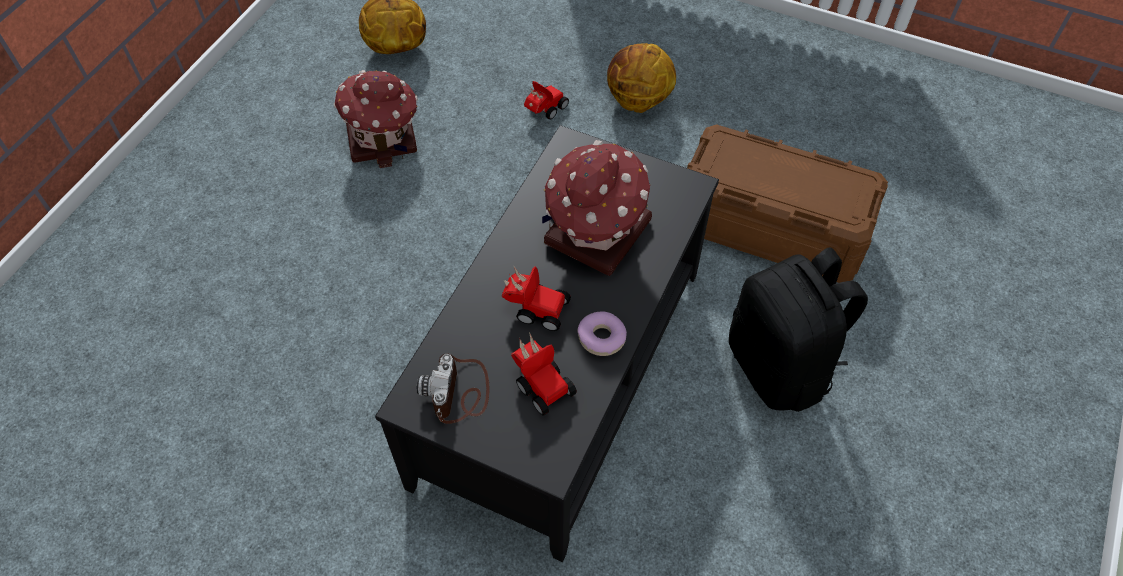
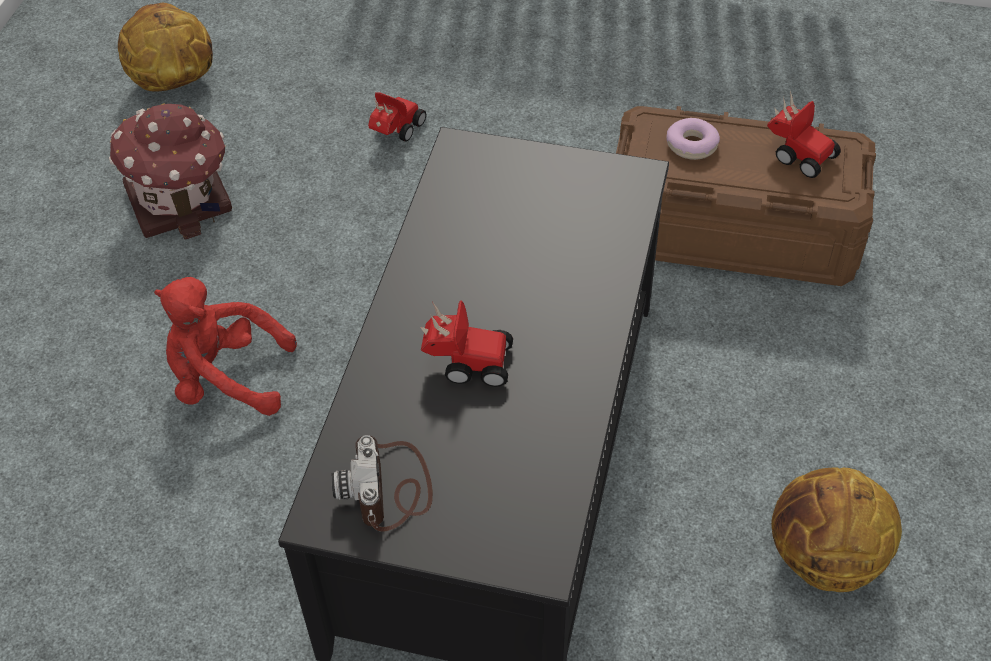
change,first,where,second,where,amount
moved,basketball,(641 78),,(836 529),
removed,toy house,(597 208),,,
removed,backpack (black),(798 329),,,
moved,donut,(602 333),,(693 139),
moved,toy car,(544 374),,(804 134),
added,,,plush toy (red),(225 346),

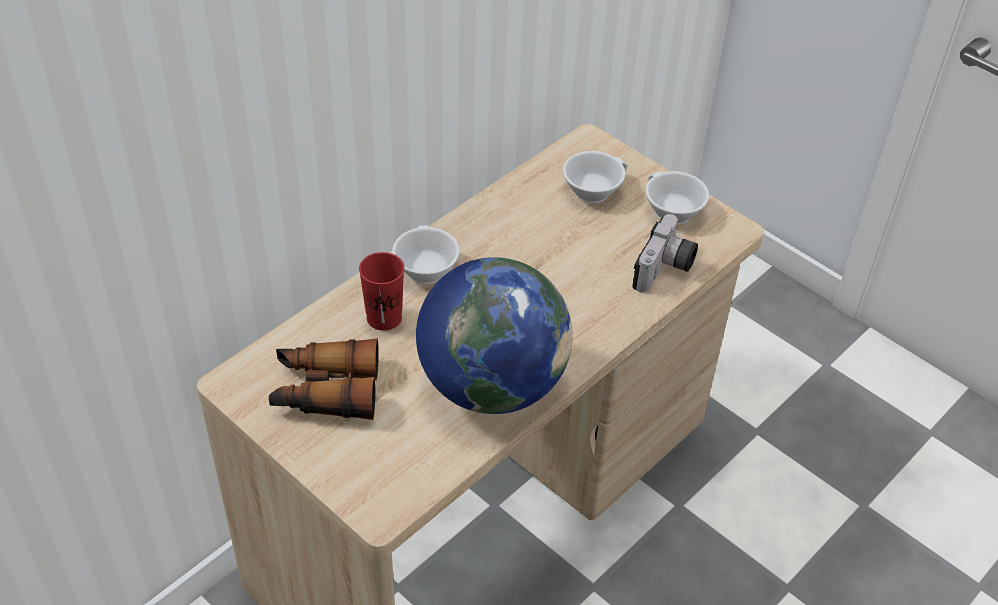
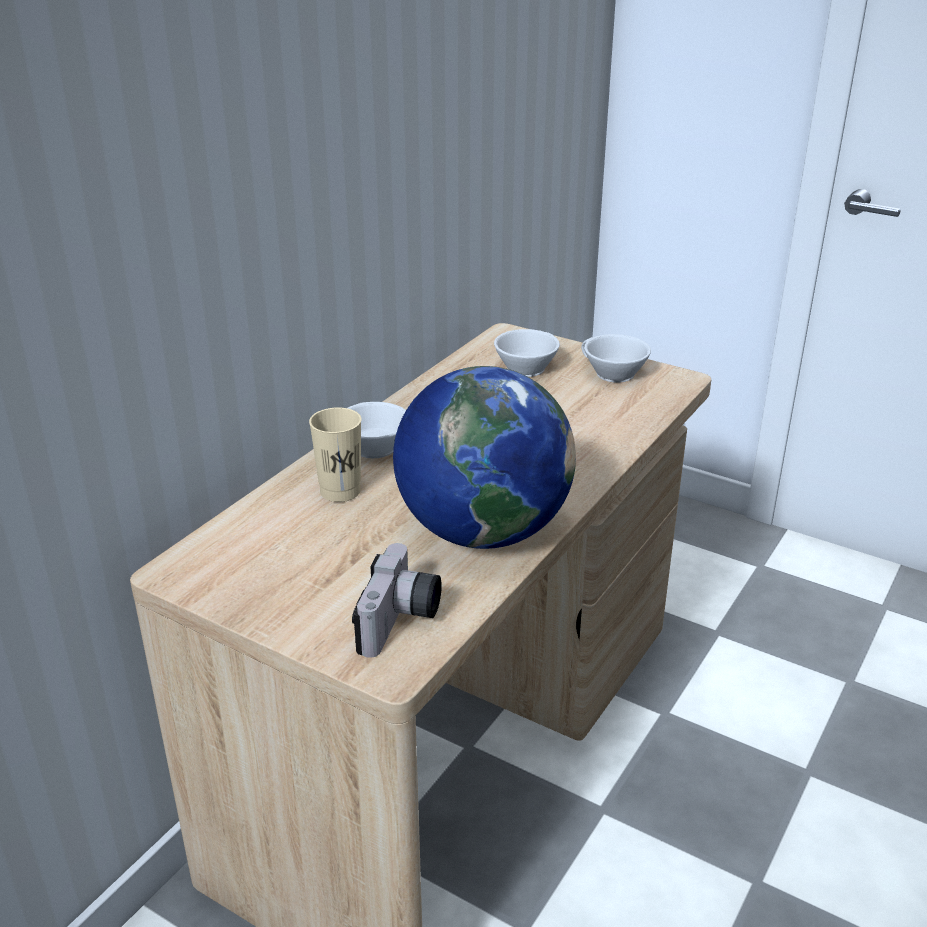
change,first,where,second,where,amount
moved,photo camera,(665 253),,(397 600),
recoloured,cup (red),(381 291),cup (beige),(335 454),
removed,binoculars,(323 379),,,

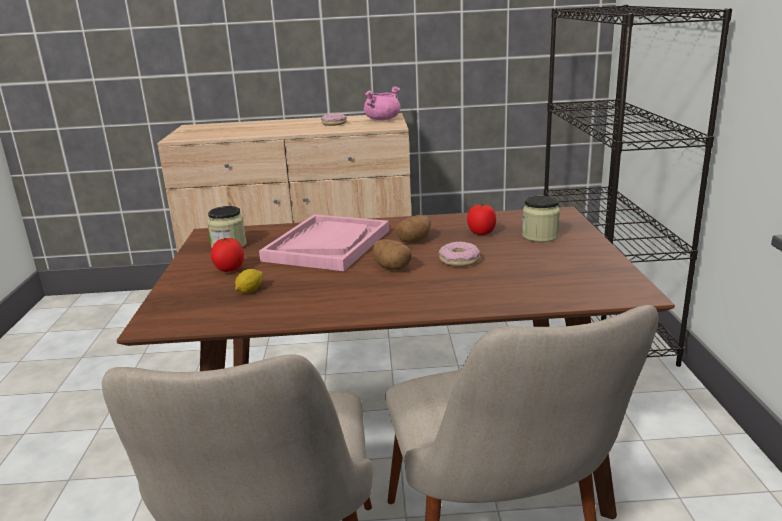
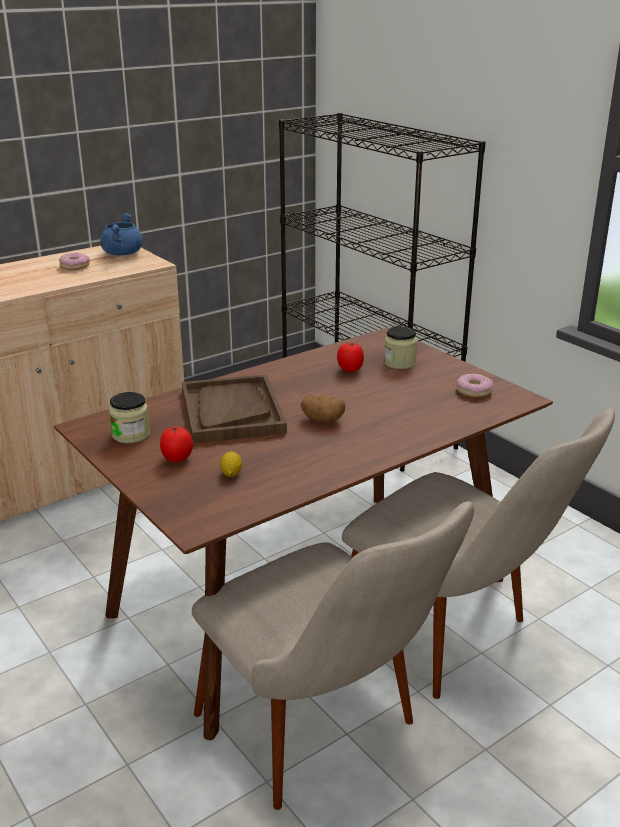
change,first,where,second,where,amount
recoloured,cooking pot (pink),(382 103),cooking pot (blue),(121 234),
recoloured,tray (pink),(324 242),tray (brown),(234 408),
removed,potato,(413 229),,,
moved,donut,(459 254),,(475 385),

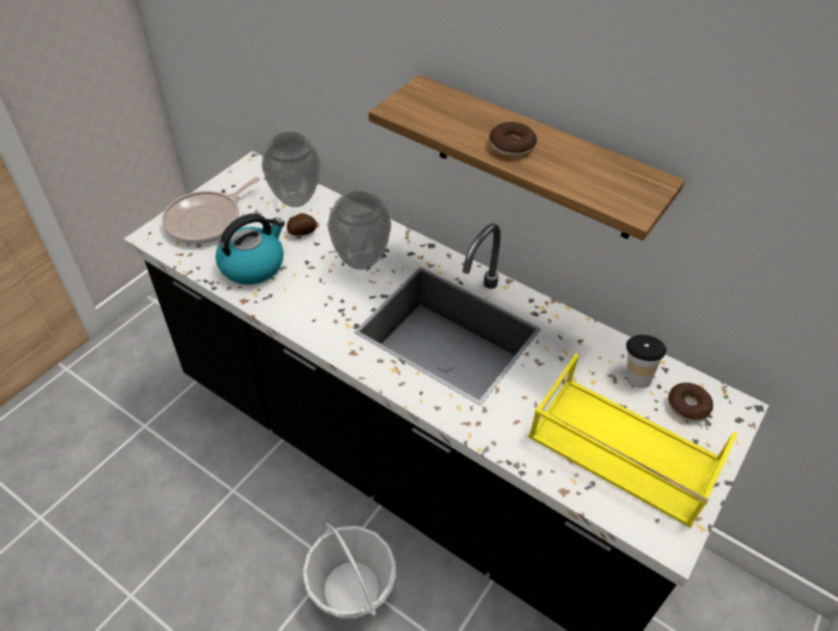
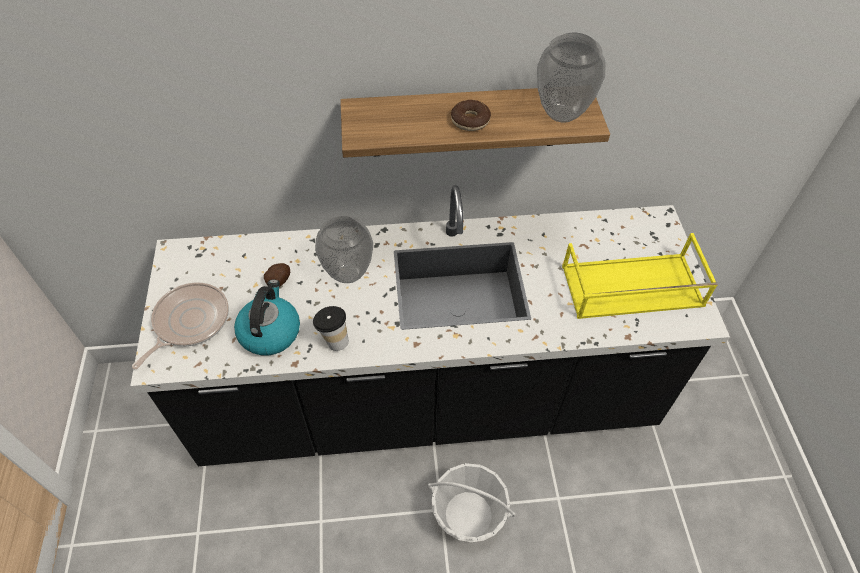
change,first,where,second,where,amount
moved,vase,(291 169),,(571 78),
turned,frying pan,(211 210),,(180 326),150 degrees counterclockwise
moved,cup,(646 361),,(331 328),
removed,donut,(690 402),,,

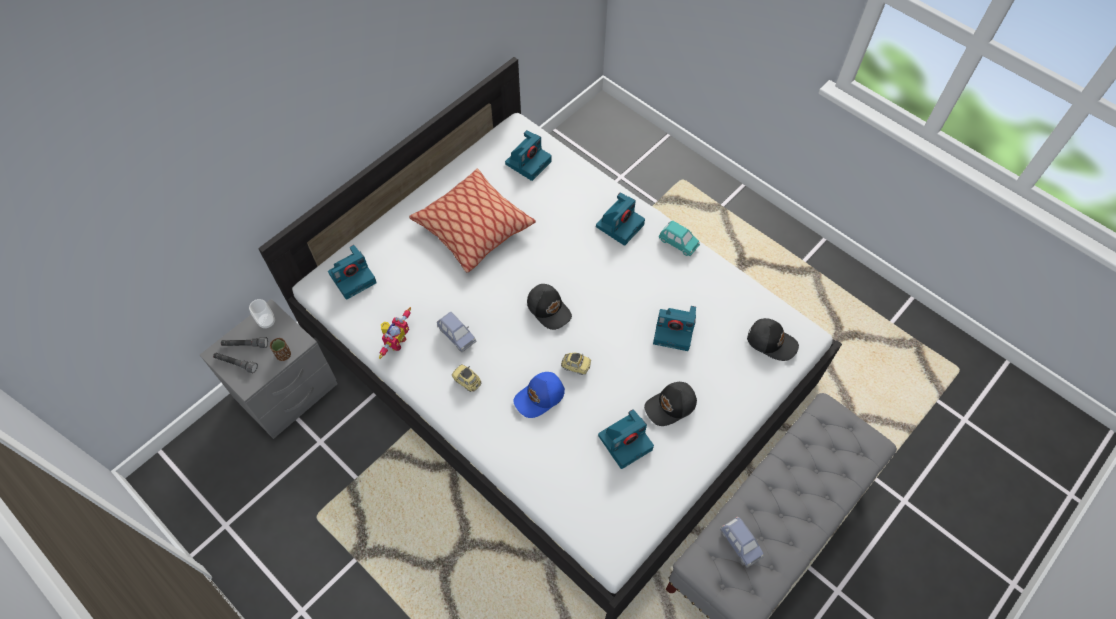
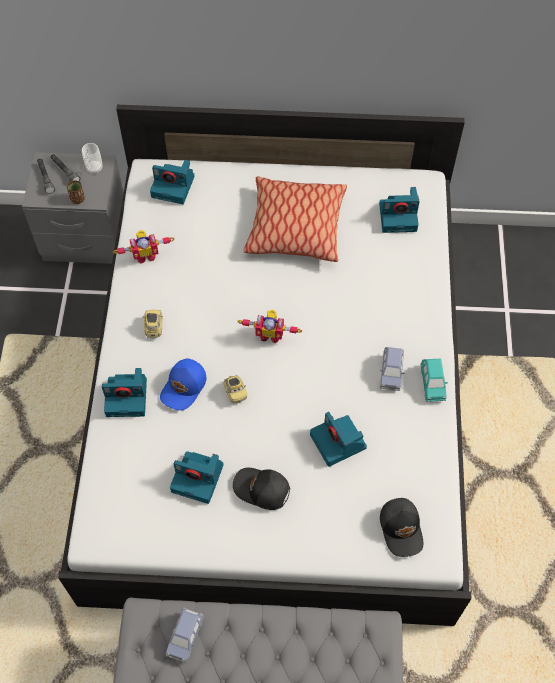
change,first,where,second,where,amount
moved,photo camera,(620 219),,(124 392),
replaced,cap (black),(549 307),toy robot,(270 326),
moved,toy car (blue),(457 332),,(392 369),
turned,cap (blue),(539 395),,(183 385),75 degrees counterclockwise

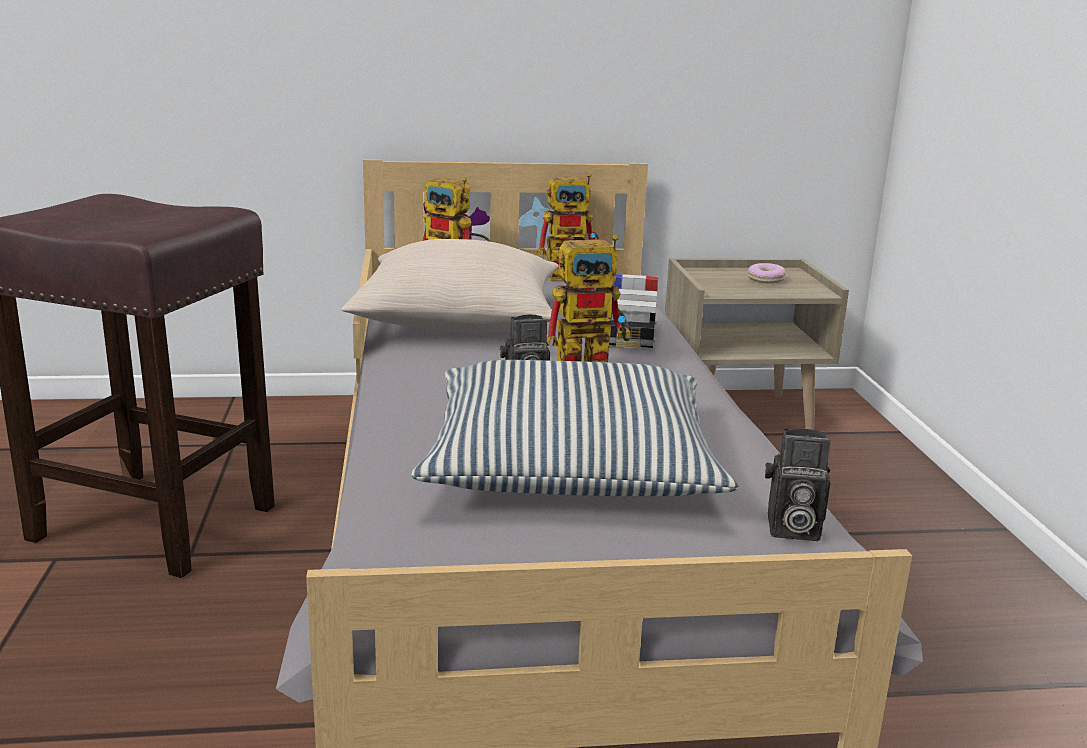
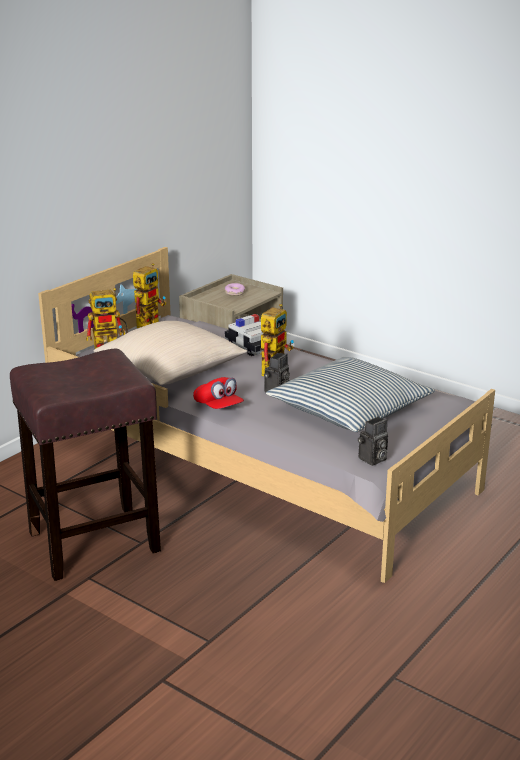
change,first,where,second,where,amount
moved,photo camera,(798 485),,(373 441),
added,,,cap (red),(218 393),

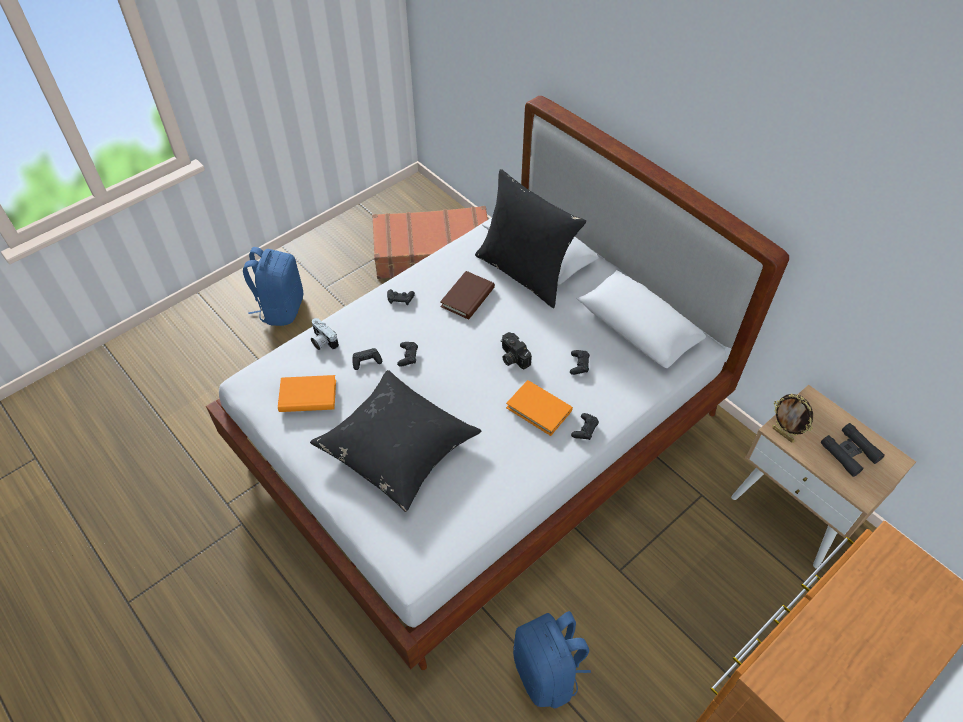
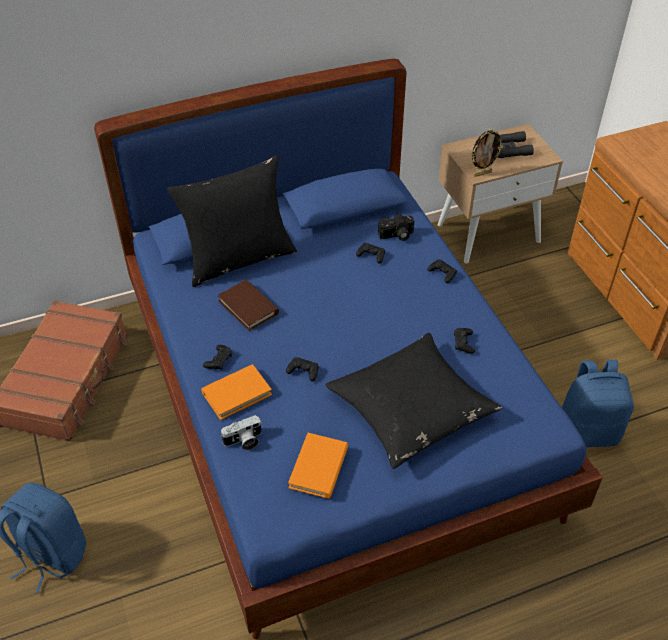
change,first,where,second,where,amount
recoloured,bed (white),(497 383),bed (blue),(348 348),
moved,photo camera,(516 350),,(396 227),
moved,game controller (black),(367 359),,(464 341),
moved,book (orange),(539 408),,(236 392),

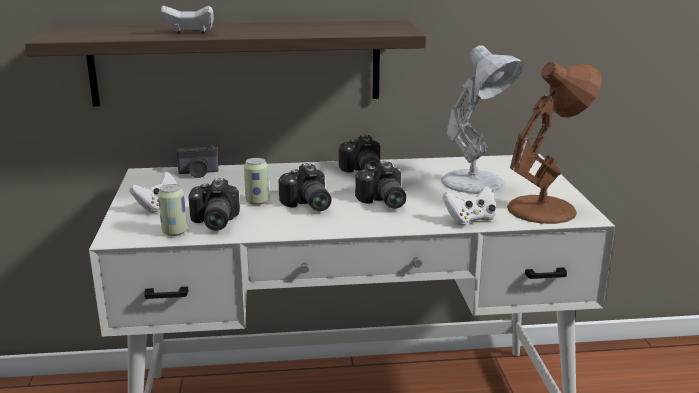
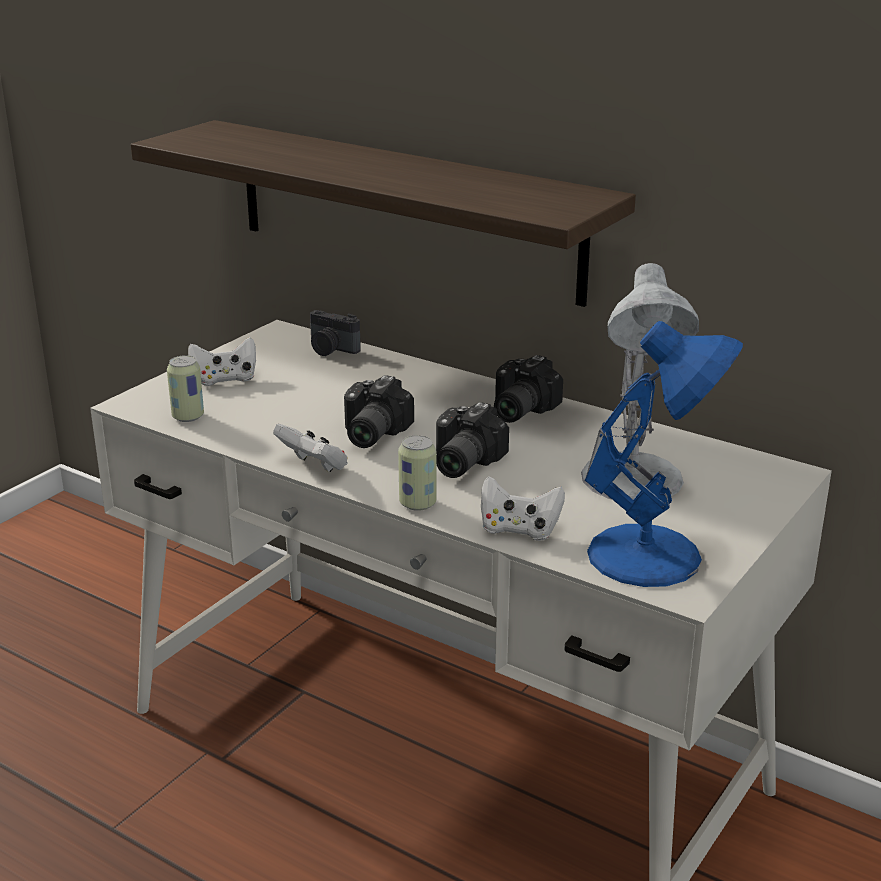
change,first,where,second,where,amount
moved,game controller (white),(187 19),,(310 448),
recoloured,table lamp (brown),(554 143),table lamp (blue),(664 454),
moved,can,(256 181),,(417 473),
removed,photo camera,(214 204),,,

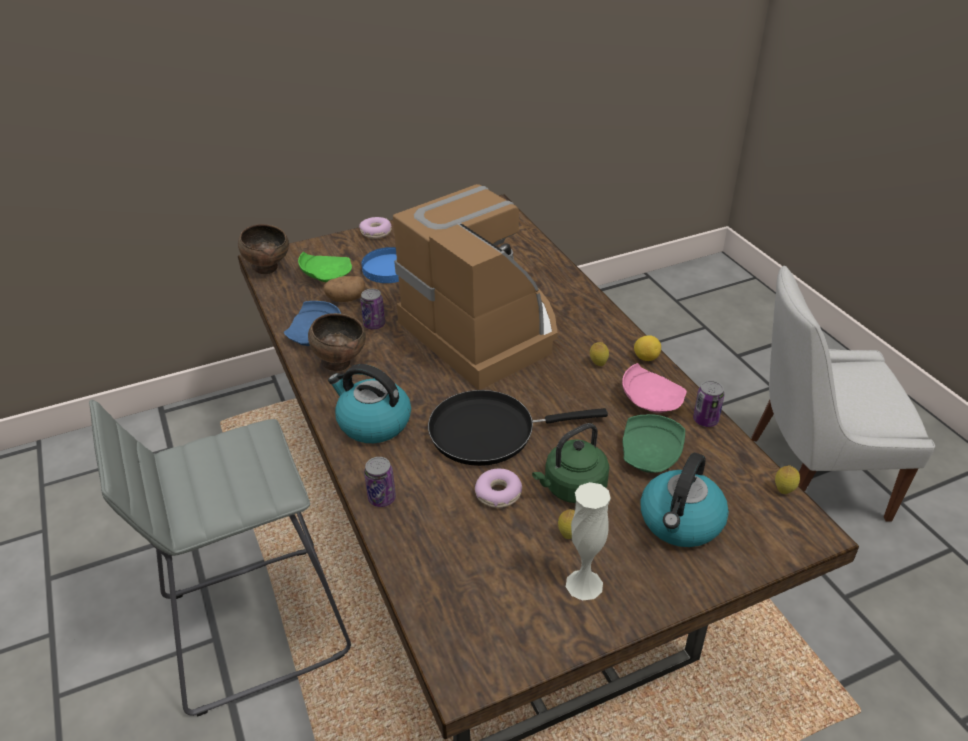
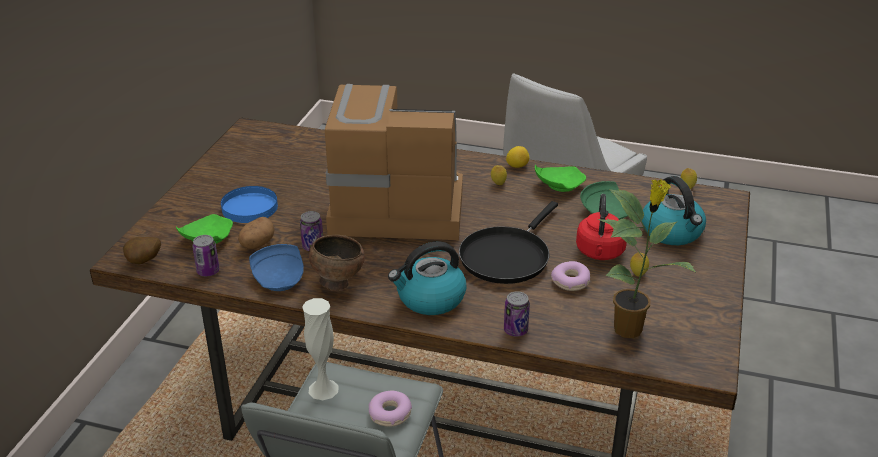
change,first,where,second,where,amount
moved,donut,(375 228),,(390 408),
replaced,bowl (brown),(263 249),potato,(142 250),
recoloured,plate (pink),(654 388),plate (green),(560 178),
moved,can,(708 403),,(205 255),
recoloured,kettle (green),(570 463),kettle (red),(601 227),
moved,vase (white),(588 541),,(320 349),
added,,,potted plant,(647 258),

